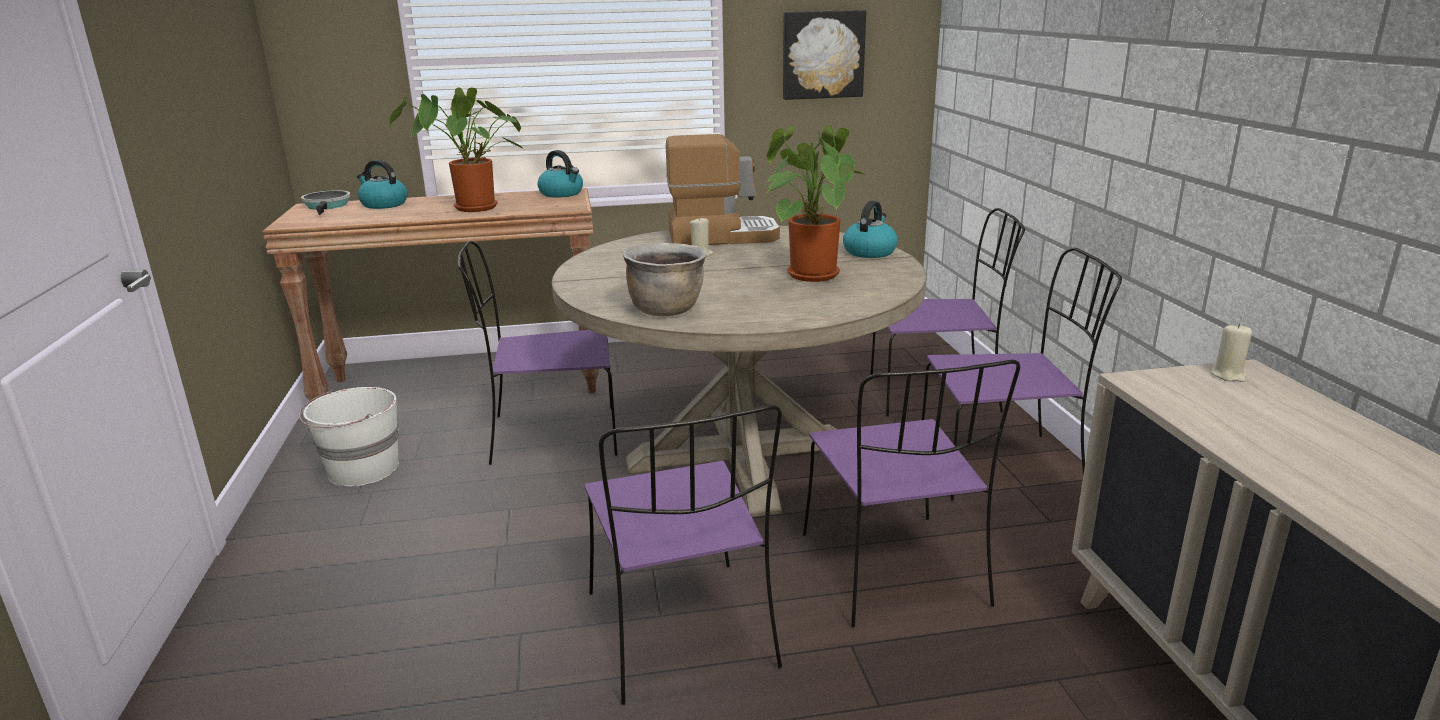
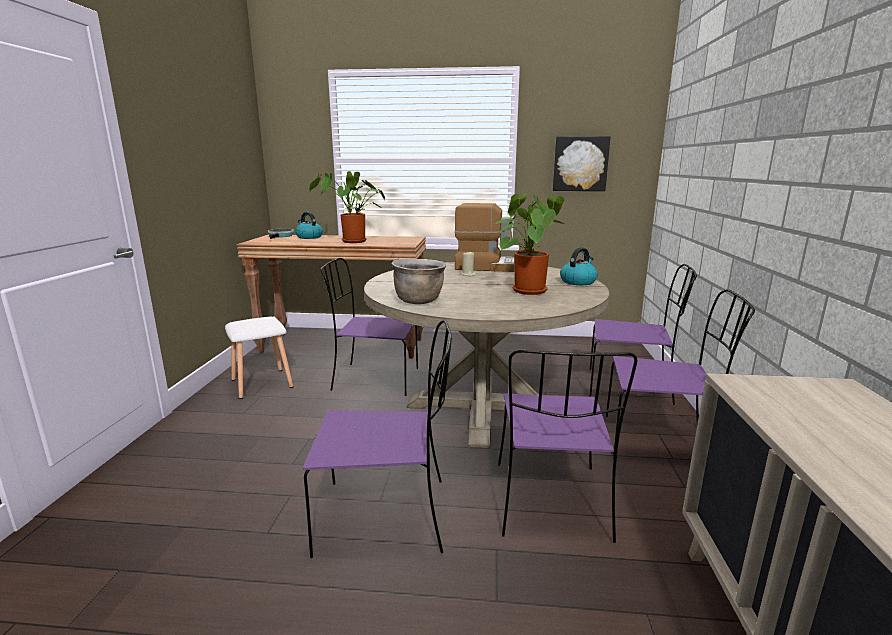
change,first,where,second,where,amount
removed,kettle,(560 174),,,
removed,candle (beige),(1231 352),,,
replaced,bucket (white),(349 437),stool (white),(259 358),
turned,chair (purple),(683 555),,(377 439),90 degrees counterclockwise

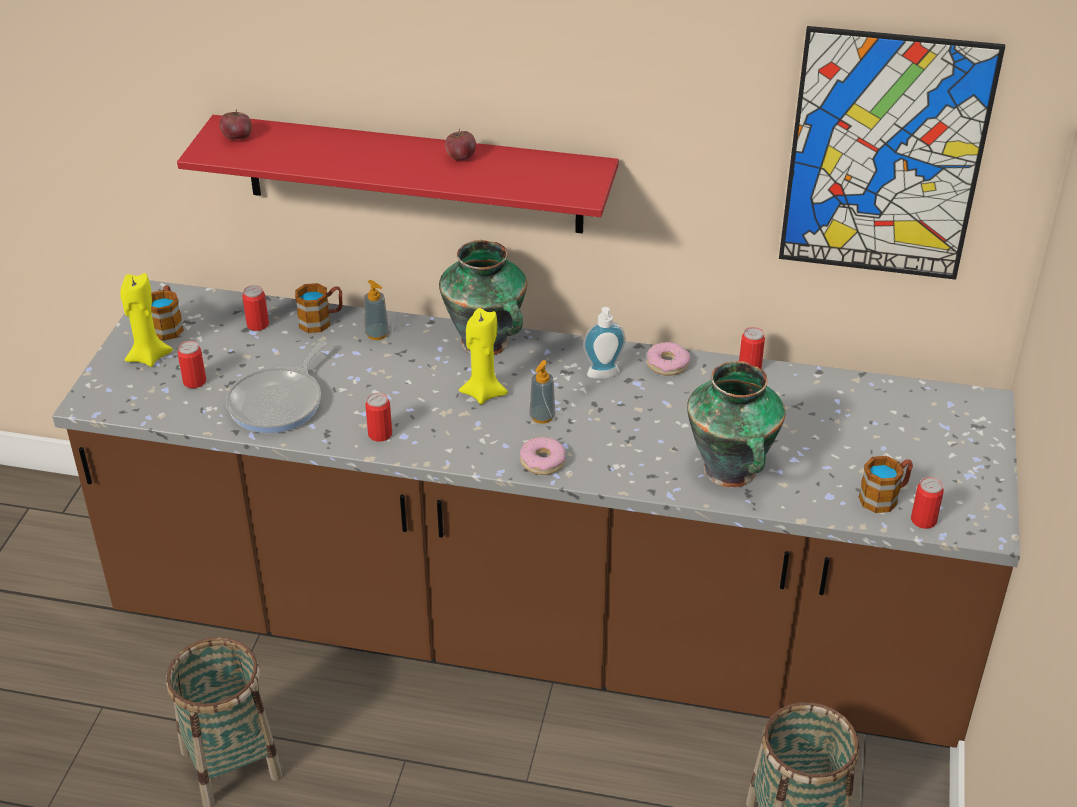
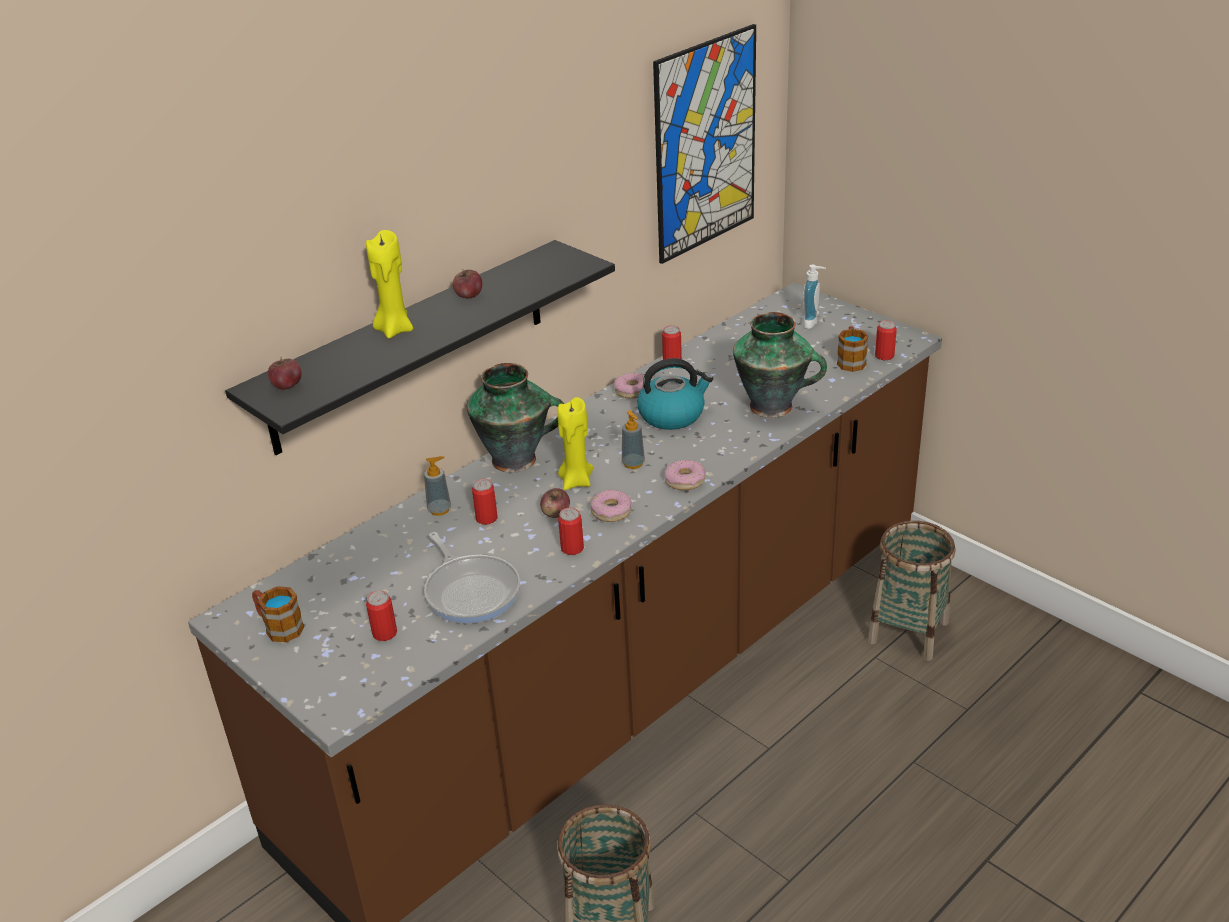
change,first,where,second,where,amount
recoloured,shelf (red),(398 174),shelf (black),(420 347),
moved,candle (yellow),(146 320),,(389 284),
removed,mug,(319 308),,,
moved,can,(255 308),,(485 502),
moved,soap dispenser,(604 343),,(814 297),
added,,,kettle,(675 394),
added,,,apple,(555 503),
added,,,donut,(610 505),

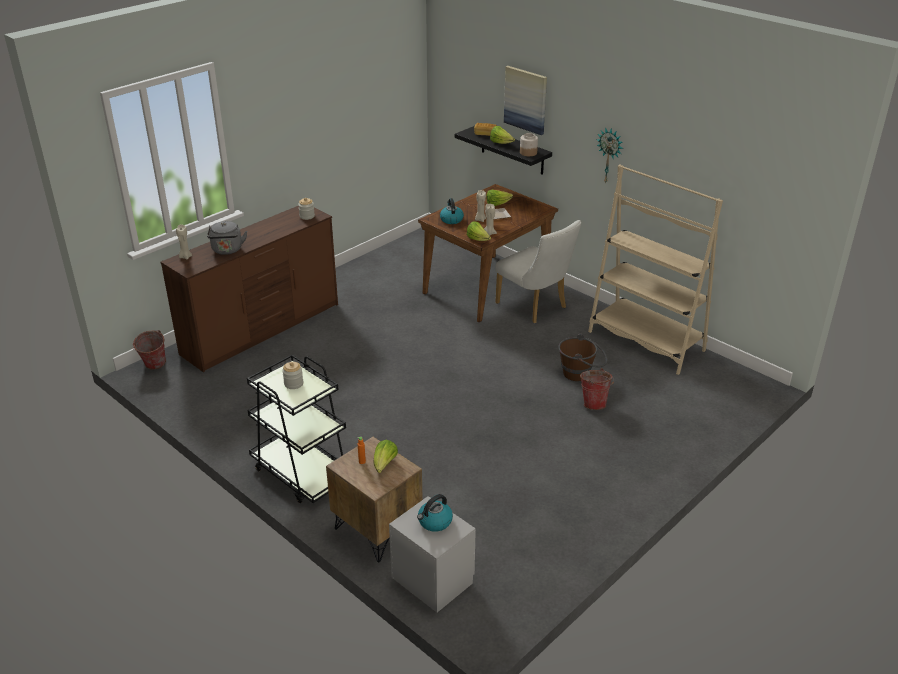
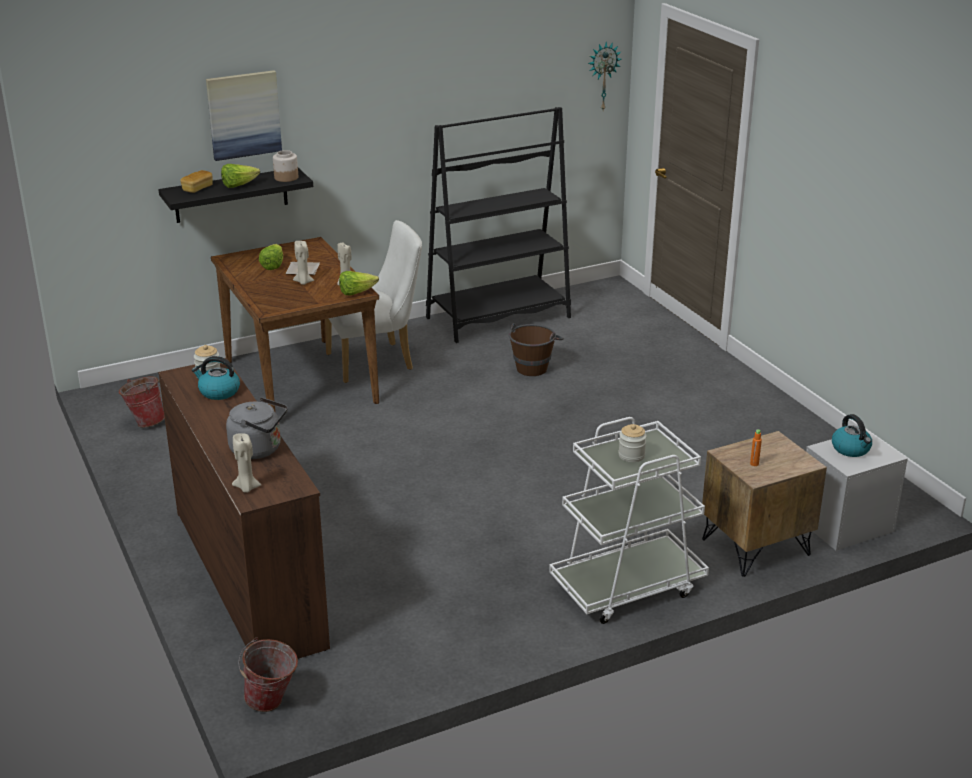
change,first,where,second,where,amount
moved,wall clock,(609 155),,(604 76),
recoloured,bookcase (beige),(655 269),bookcase (black),(498 225),
moved,kettle,(452 211),,(216 378),
recoloured,cart (black),(296 429),cart (white),(629 520),
moved,bucket,(597 389),,(142 402),
removed,lettuce,(386 456),,,

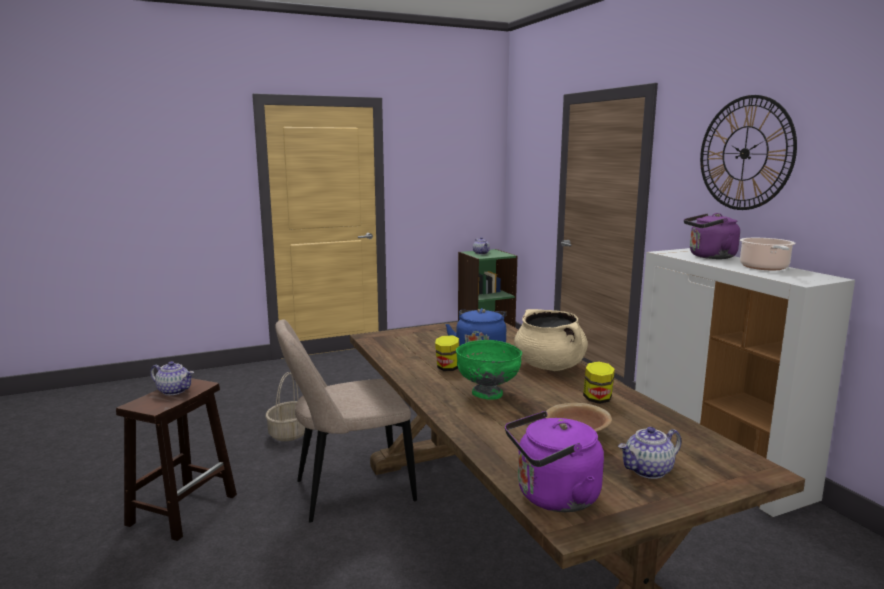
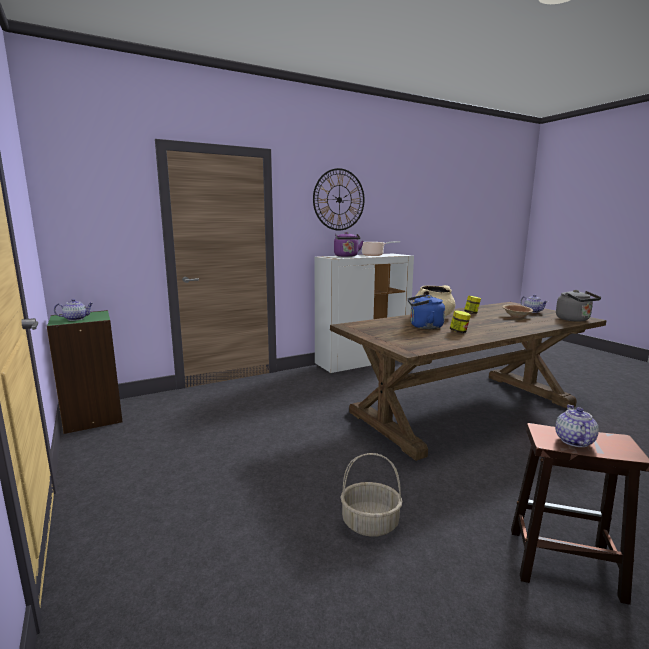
change,first,where,second,where,amount
removed,chair (beige),(346 421),,,
removed,bowl (green),(489 370),,,
recoloured,kettle (purple),(554 461),kettle (grey),(578 306),

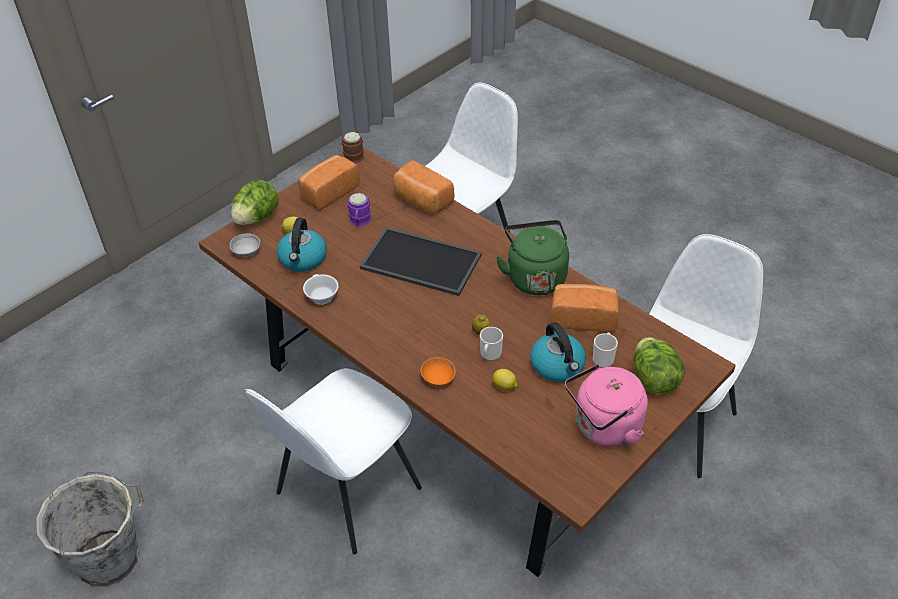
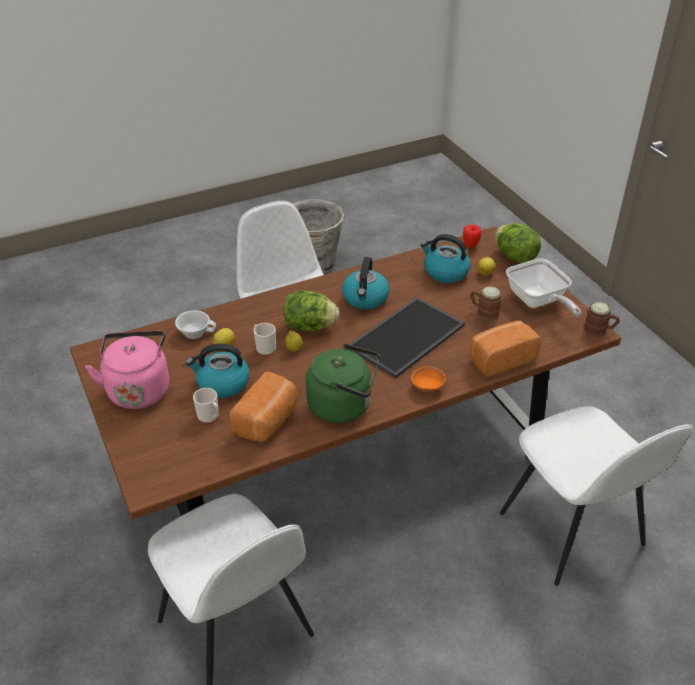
change,first,where,second,where,amount
replaced,bread,(329 182),frying pan,(543 287),
recoloured,mug (purple),(359 209),mug (brown),(486 303),
replaced,bowl (grey),(245 245),apple,(472 236),
moved,cup (white),(321 289),,(195 324),
moved,lettuce,(659 366),,(311 310),
moved,bowl (orange),(438 371),,(428 379),
added,,,kettle,(365 283),

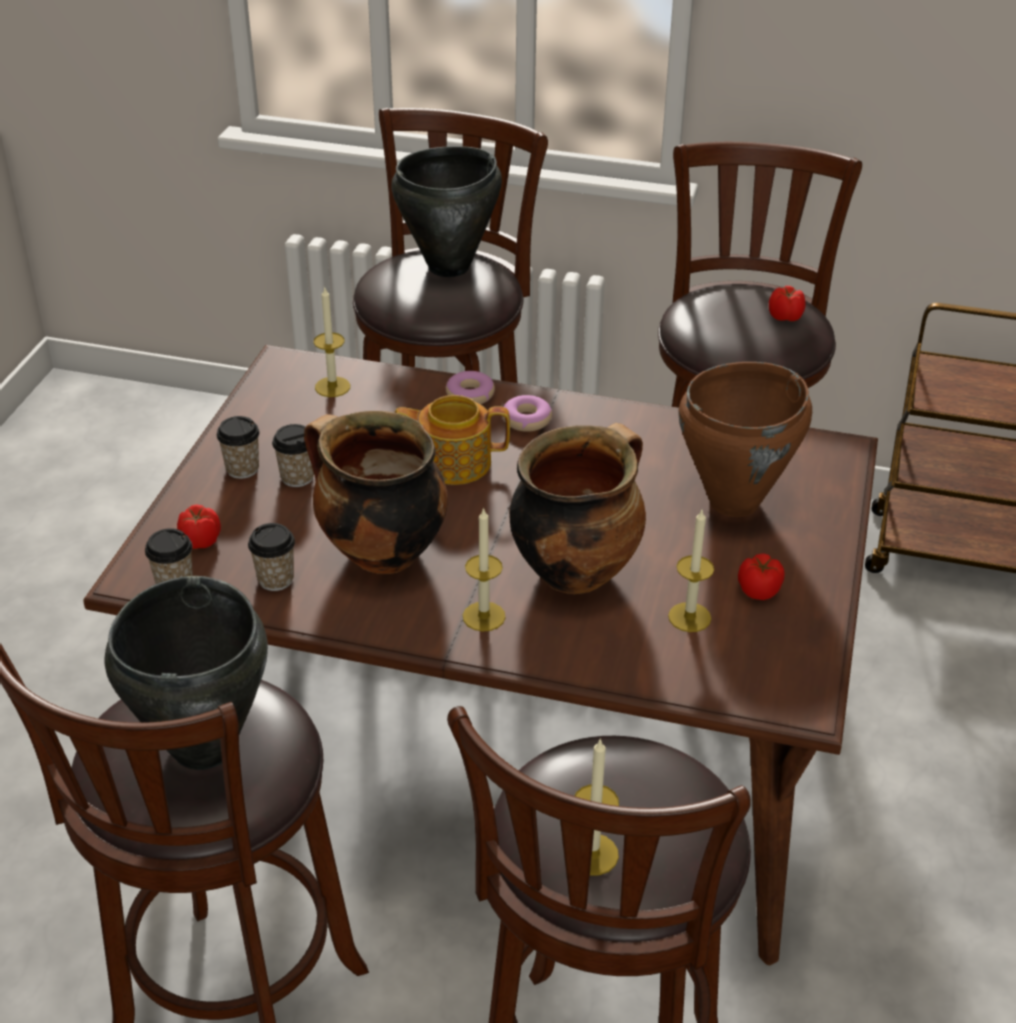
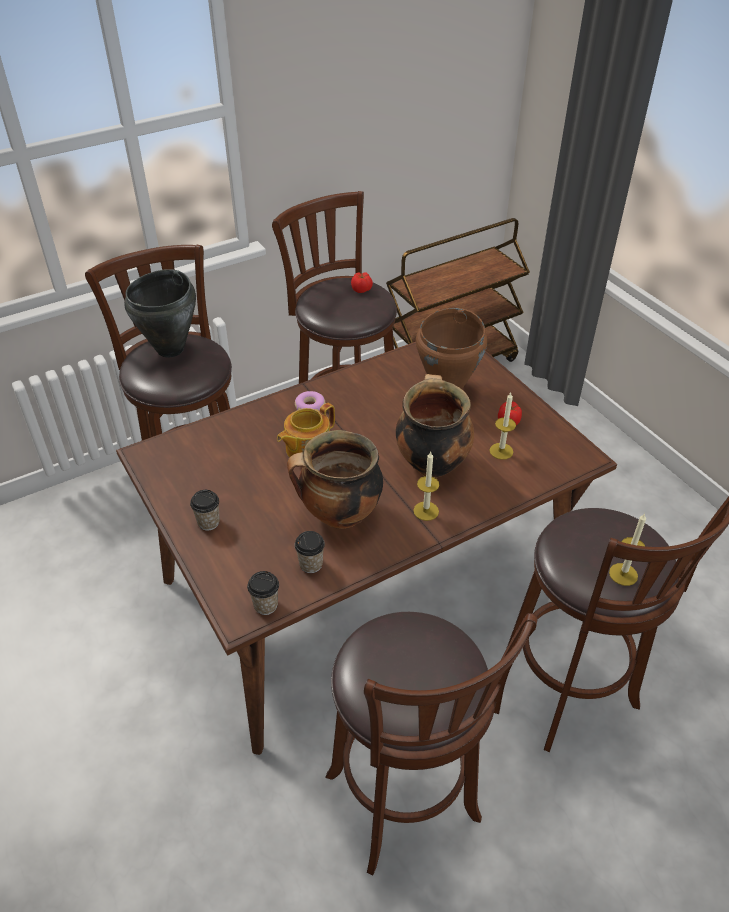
change,first,where,second,where,amount
removed,candle,(332 342),,,
removed,donut,(470 387),,,
removed,cup,(293 455),,,
removed,tomato,(199 526),,,
removed,cooking pot (black),(186 673),,,

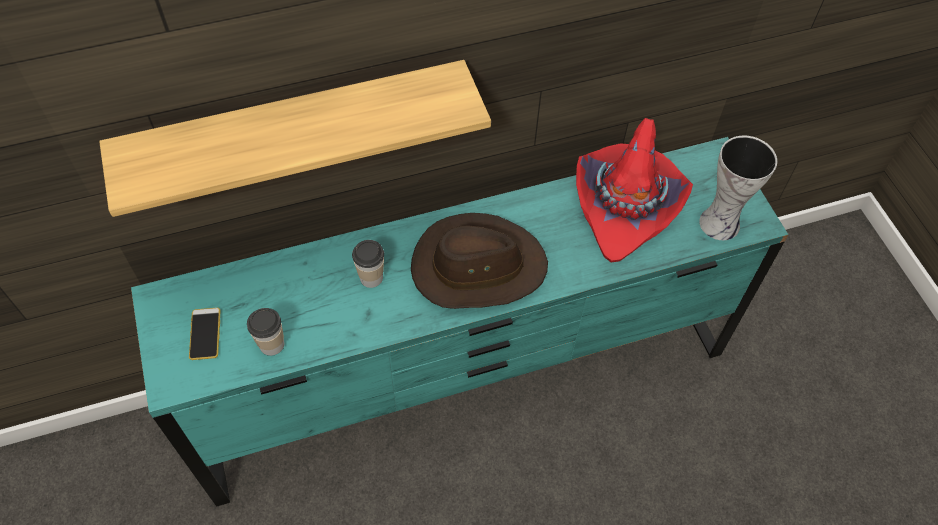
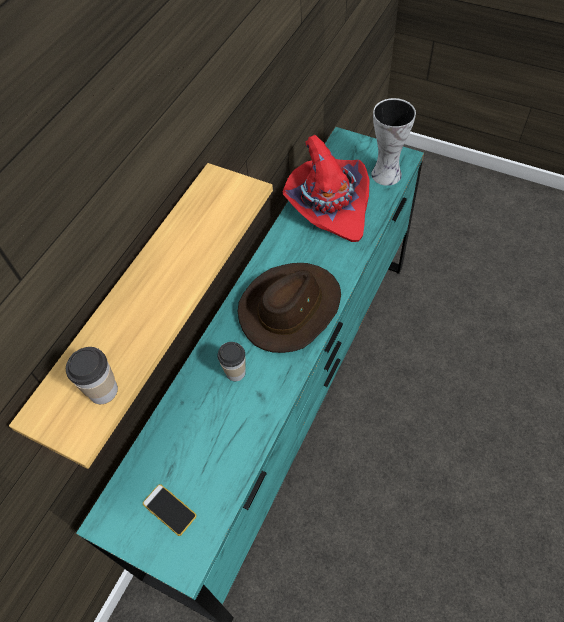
change,first,where,second,where,amount
moved,cup,(265 332),,(92 375),

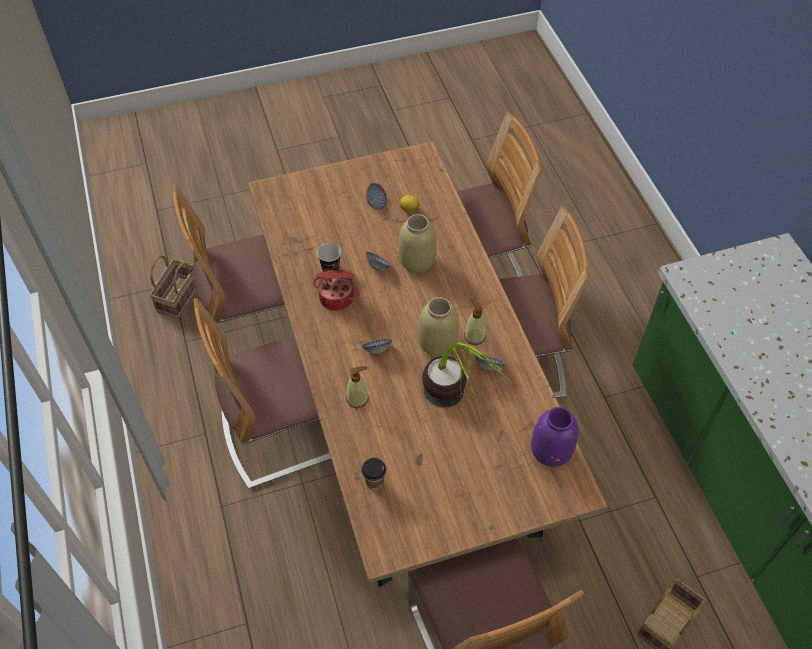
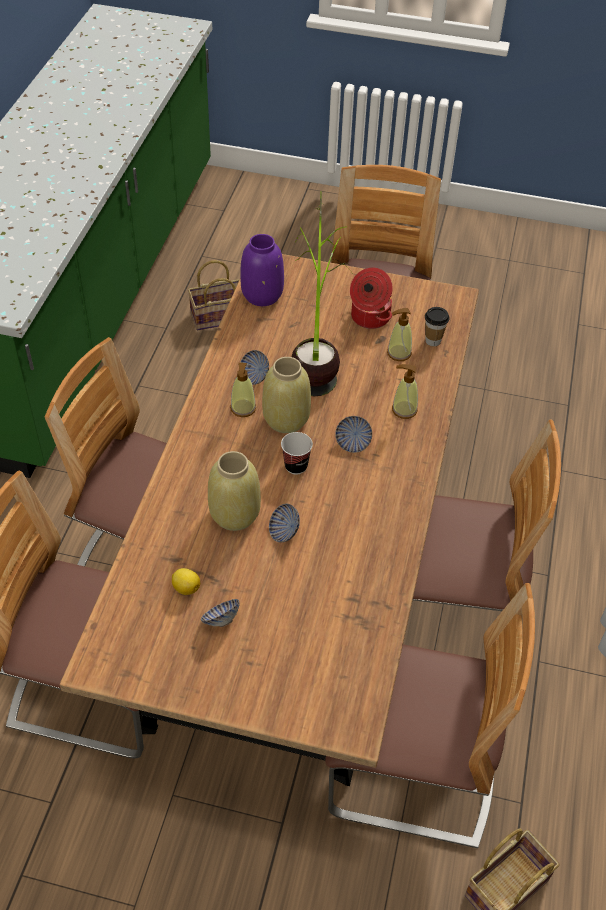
change,first,where,second,where,amount
moved,cup,(329 257),,(297 453),
moved,cooking pot,(336 288),,(371 298),
added,,,soap dispenser,(399 334),

